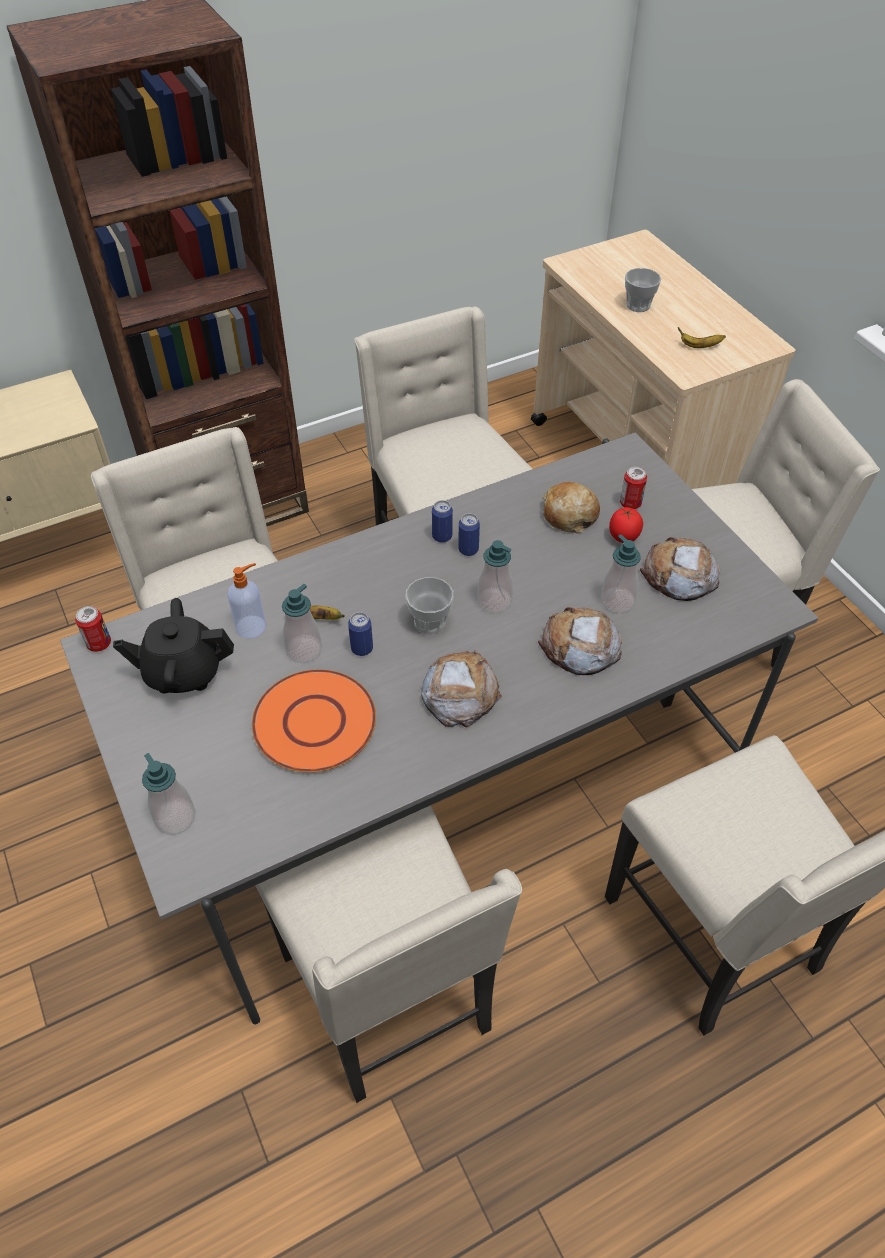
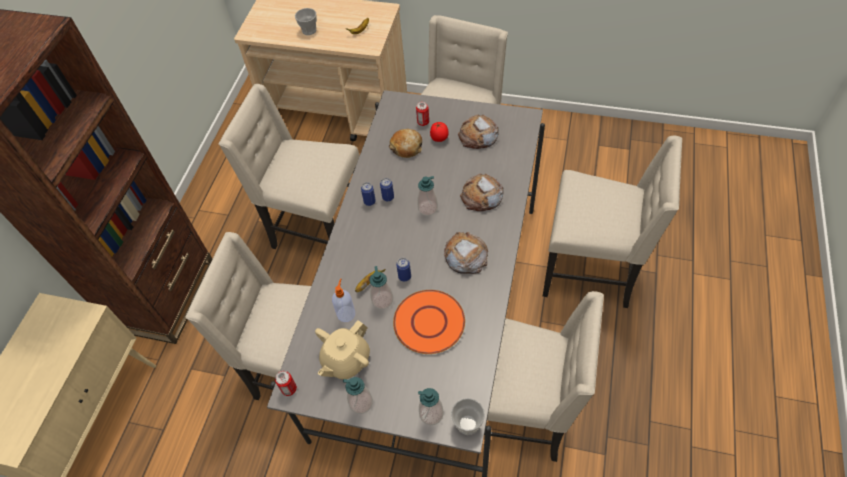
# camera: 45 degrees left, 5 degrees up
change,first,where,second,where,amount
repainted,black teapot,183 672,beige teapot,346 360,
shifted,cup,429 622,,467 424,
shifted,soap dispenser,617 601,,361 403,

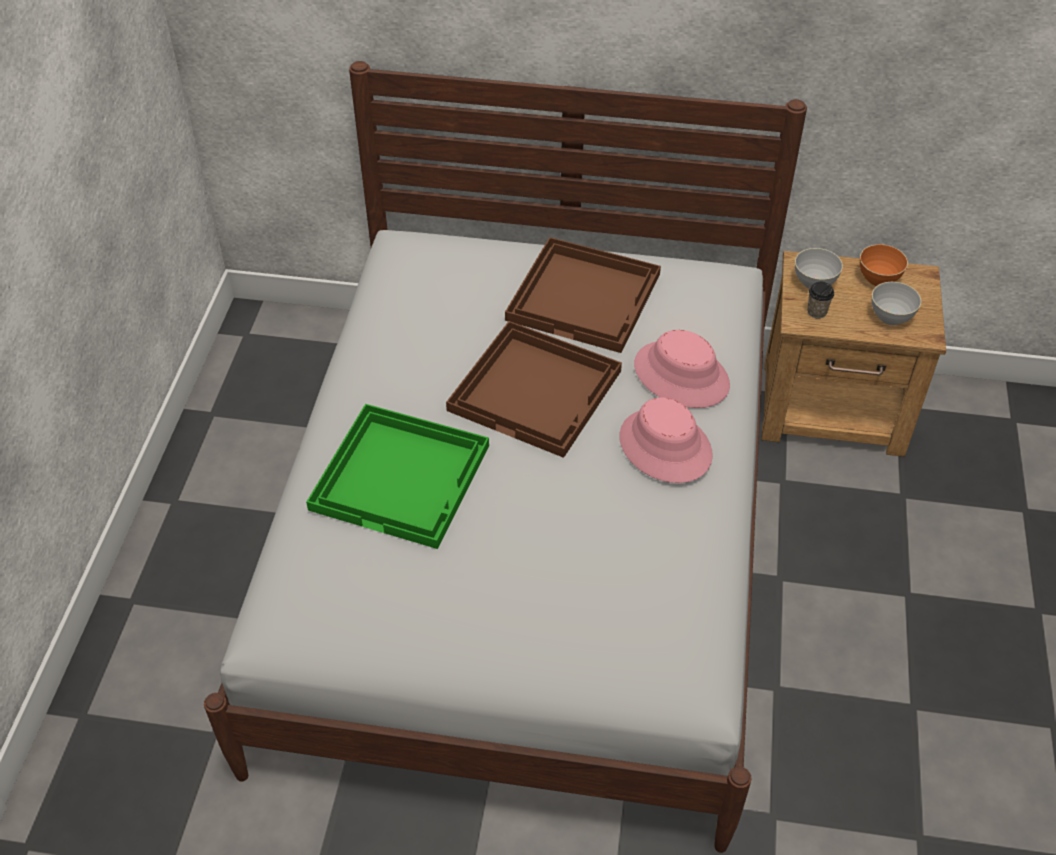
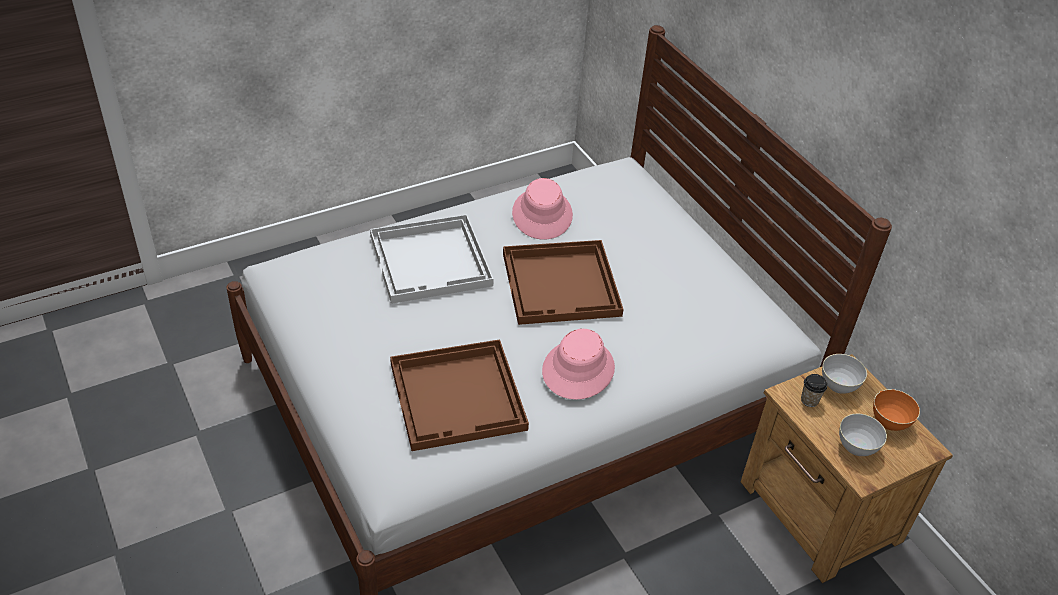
# camera: 50 degrees right, 5 degrees down
change,first,where,second,where,amount
repainted,green tray,402 476,white tray,432 261,
shifted,brown tray,585 296,,459 397,
shifted,pink hat,681 375,,542 214,

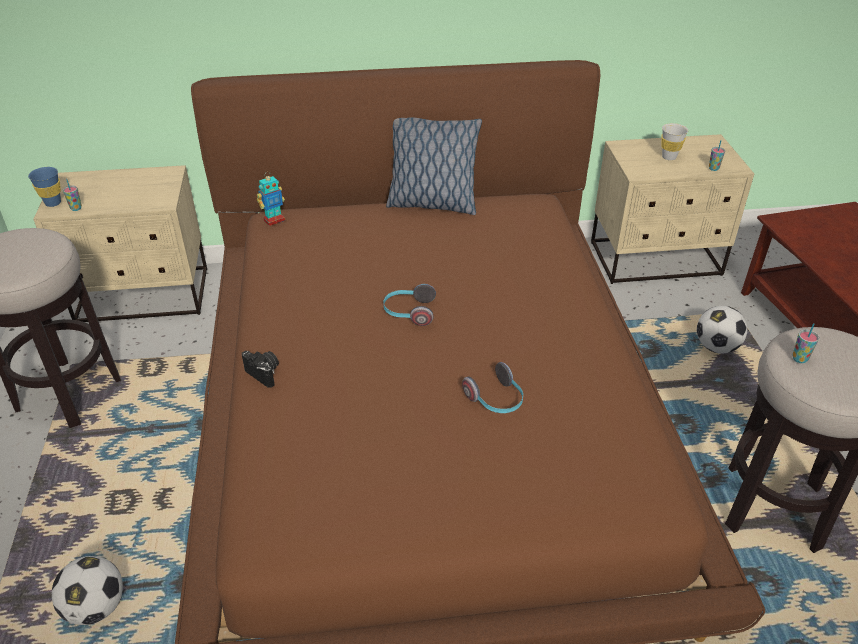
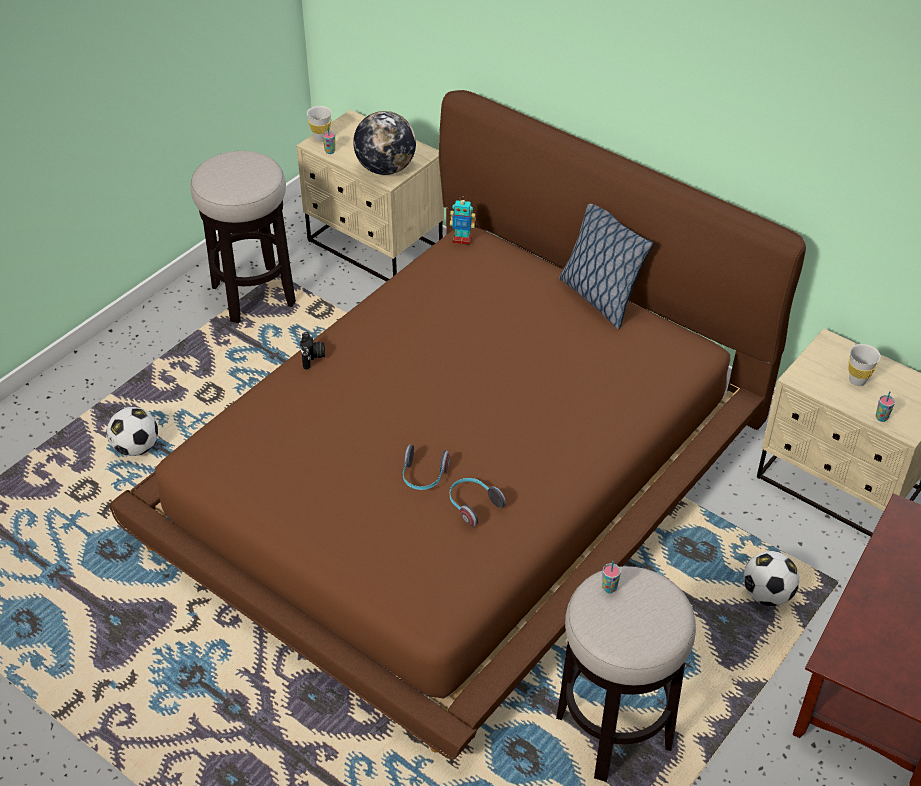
# camera: 45 degrees right, 5 degrees up
change,first,where,second,where,amount
repainted,blue cup,53 203,white cup,321 138,
shifted,headphones,409 312,,473 505,
new,,,globe,385 168,

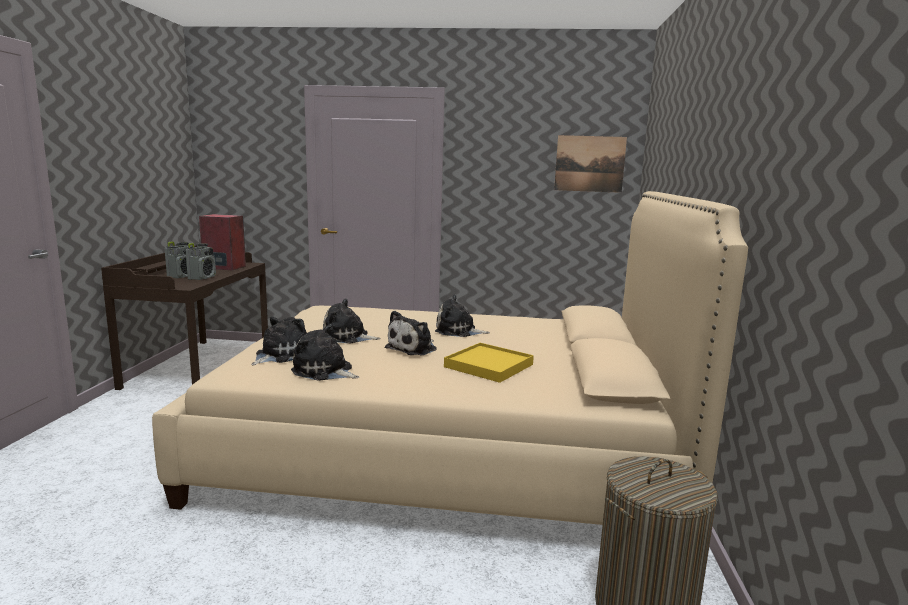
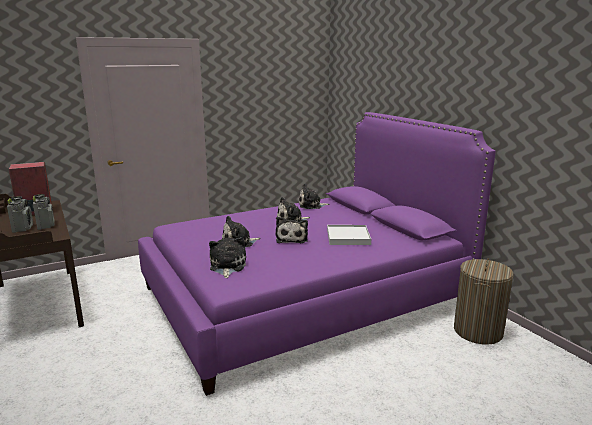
# camera: 35 degrees left, 5 degrees up
change,first,where,second,where,amount
repainted,beige bed,445 445,purple bed,303 296,
shifted,plush toy,324 371,,311 205,
repainted,yellow tray,488 365,white tray,348 237,
gone,picture,589 164,,,

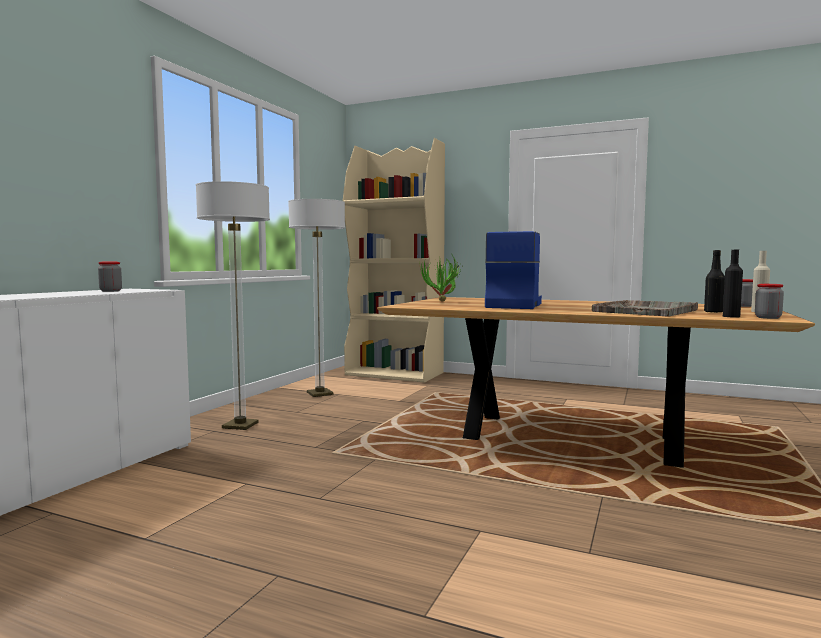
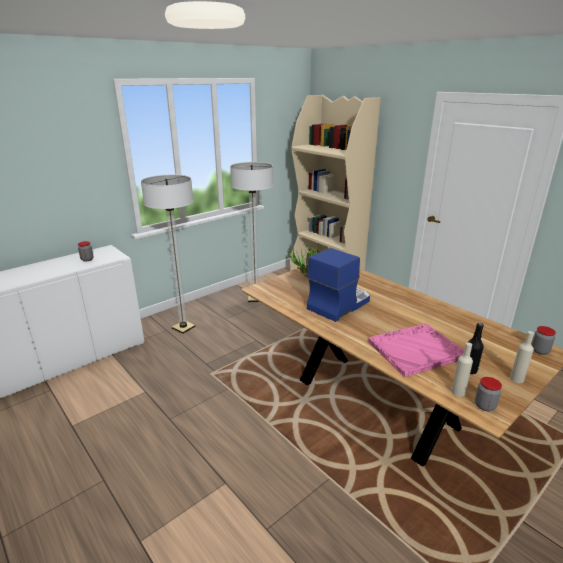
# camera: 25 degrees right, 20 degrees up
change,first,where,second,where,amount
repainted,grey tray,646 311,pink tray,416 350,
repainted,black bottle,731 316,beige bottle,458 392,

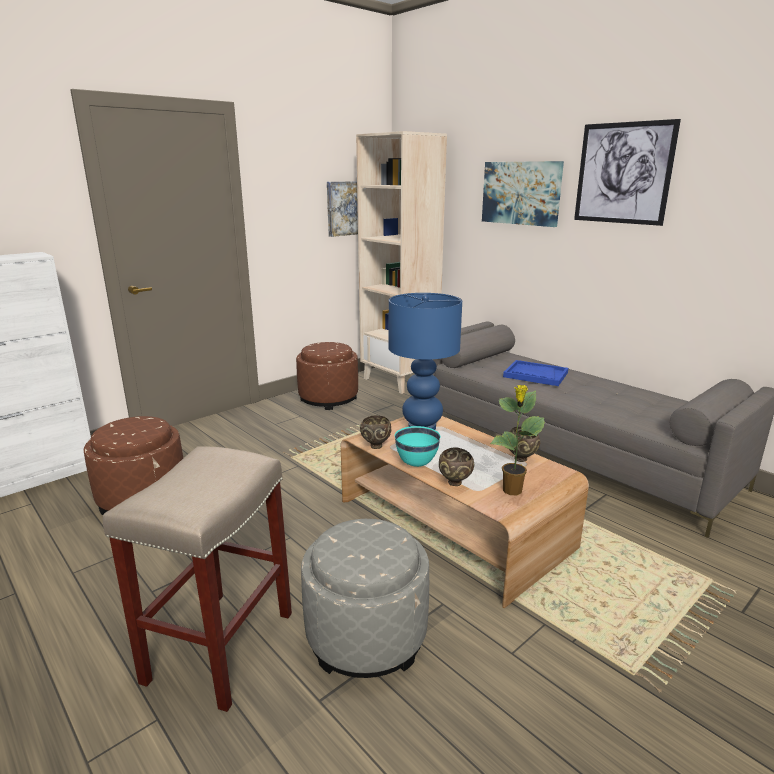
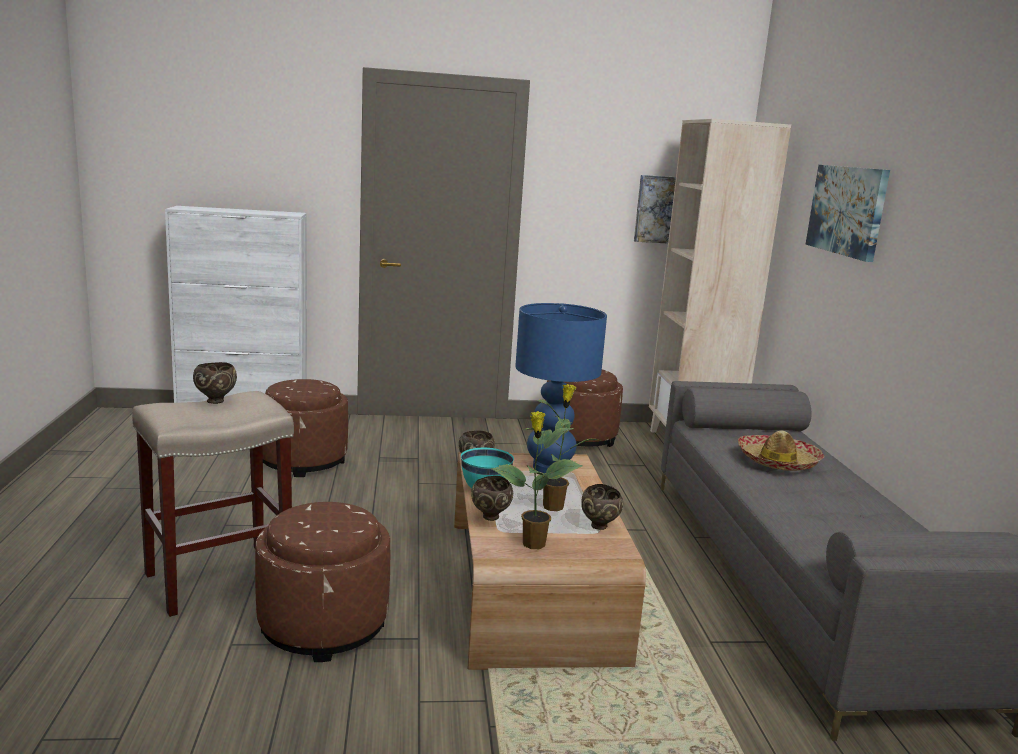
# camera: 35 degrees right, 5 degrees down
change,first,where,second,where,amount
repainted,grey ottoman,366 635,brown ottoman,323 625,
swapped,blue tray,535 375,hat,778 461,
gone,picture,623 173,,,
new,,,brown bowl,216 401,
new,,,potted plant,554 506,

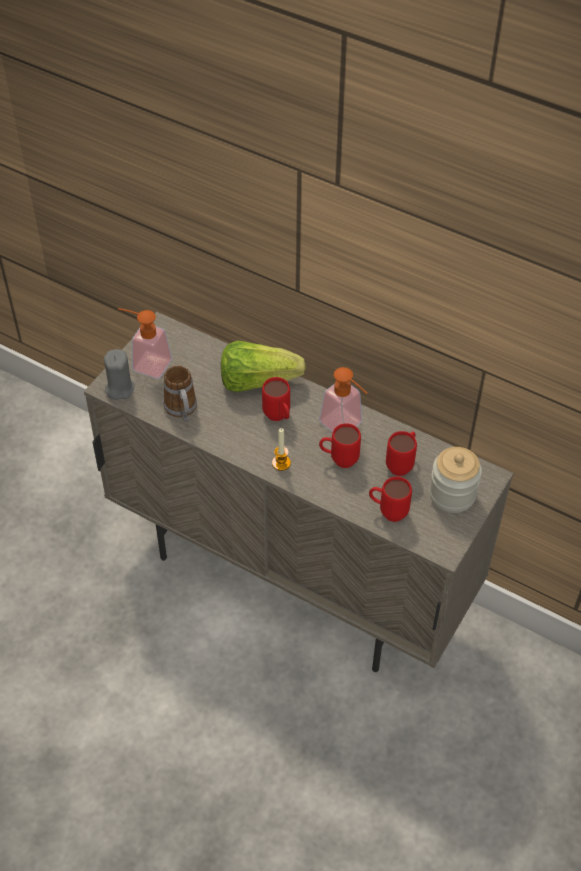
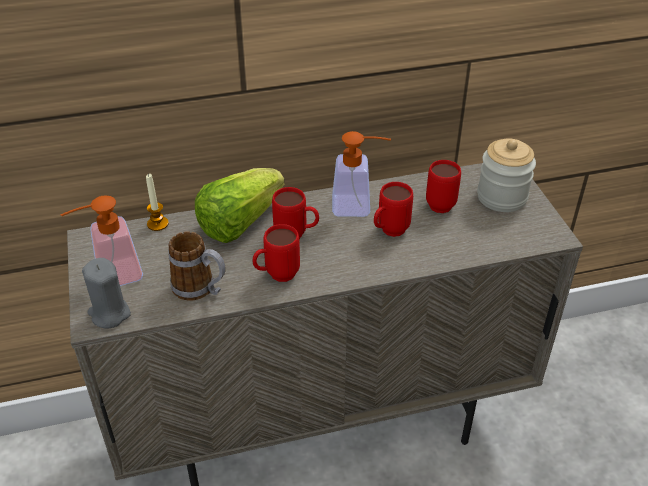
# camera: 45 degrees left, 10 degrees down
change,first,where,second,where,amount
shifted,candle,281 463,,157 224,
shifted,red mug,388 512,,276 276,

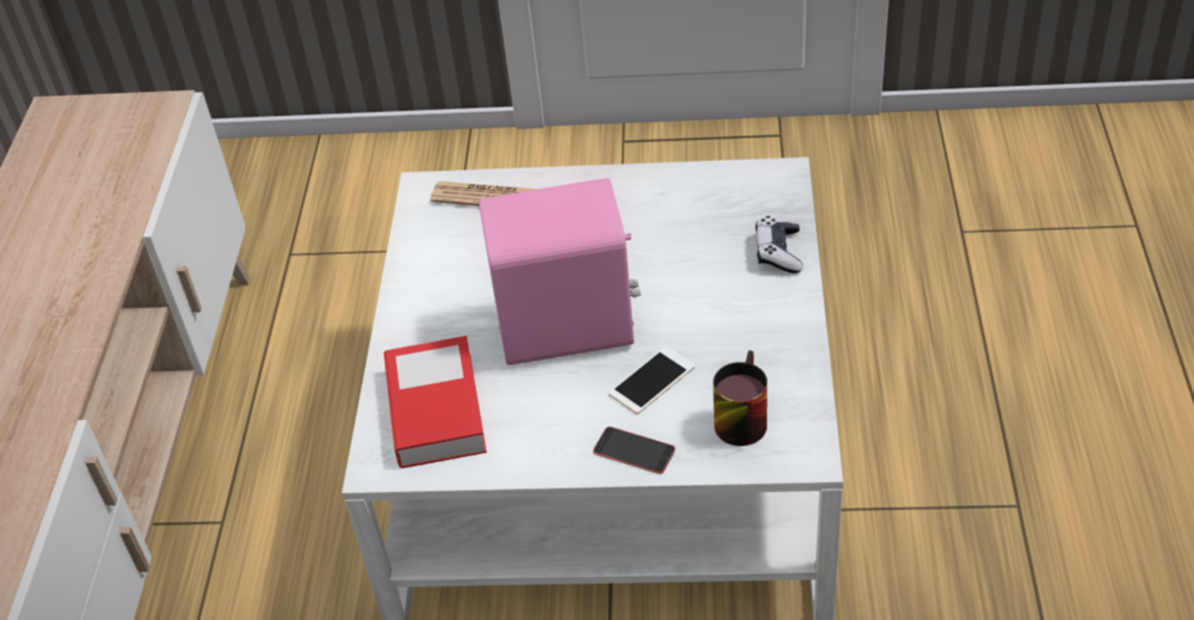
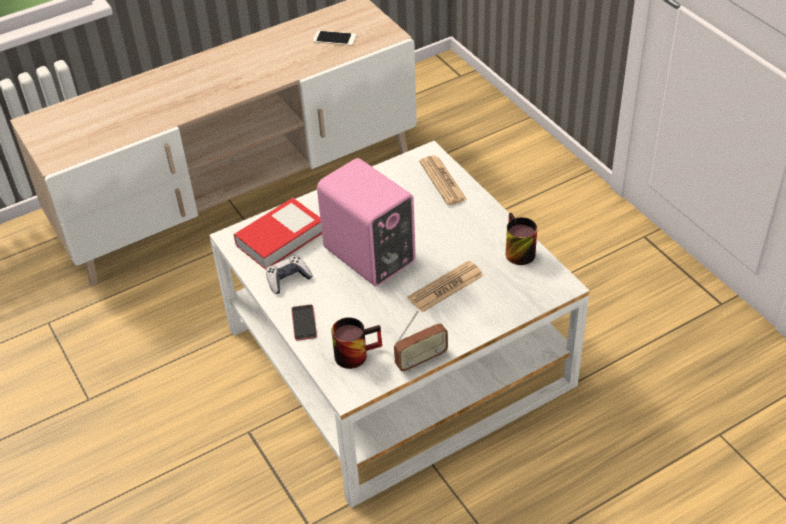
# camera: 55 degrees right, 0 degrees up
change,first,where,second,where,amount
shifted,phone,652 380,,334 38,
shifted,game controller,778 252,,288 279,
new,,,radio,421 360,
new,,,newspaper,445 287,
new,,,mug,515 251,

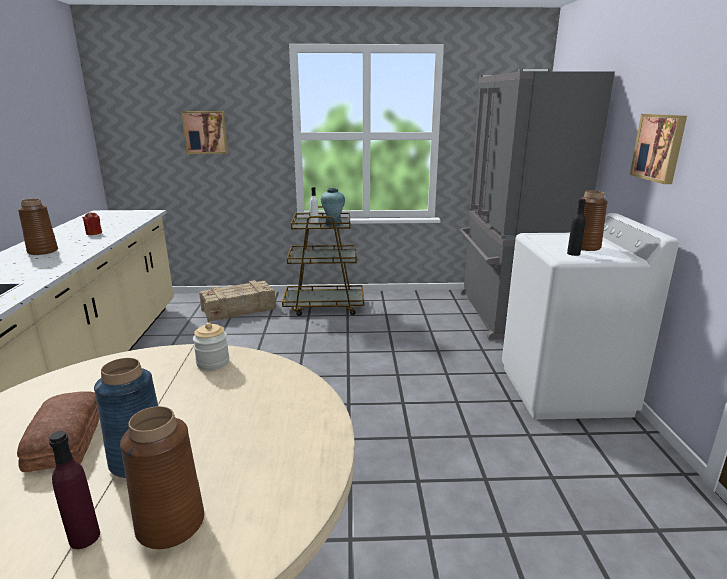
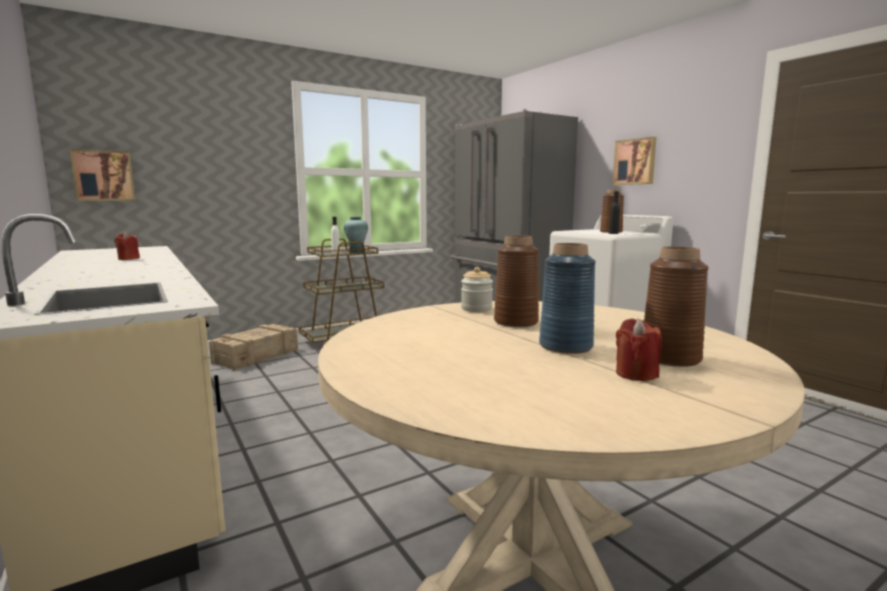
# camera: 30 degrees left, 10 degrees down
change,first,where,second,where,amount
gone,bread,68 438,,,
shifted,brown vase,43 251,,515 322,
swapped,purple bottle,84 537,red candle,636 374,
shifted,picture,205 132,,103 176,

